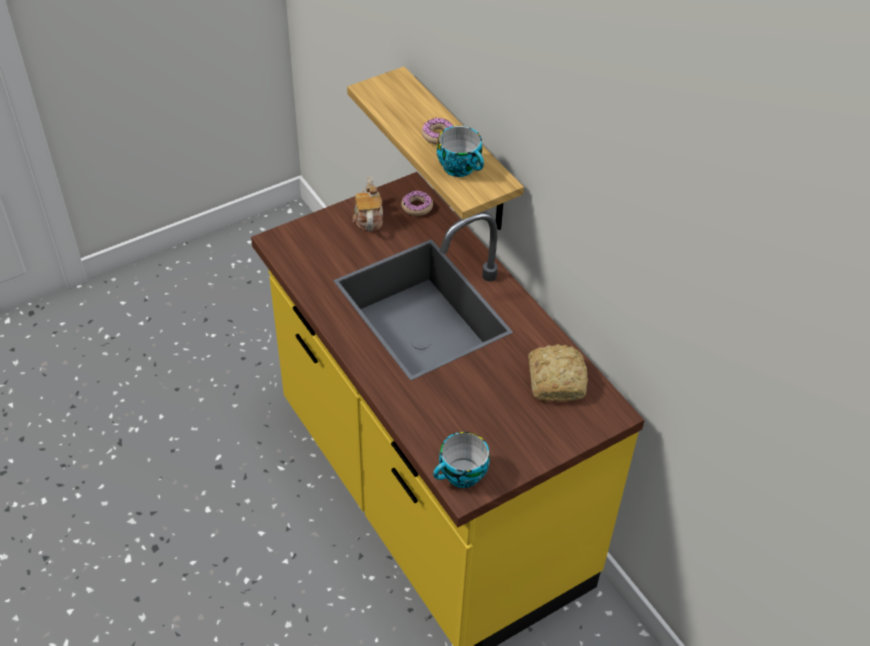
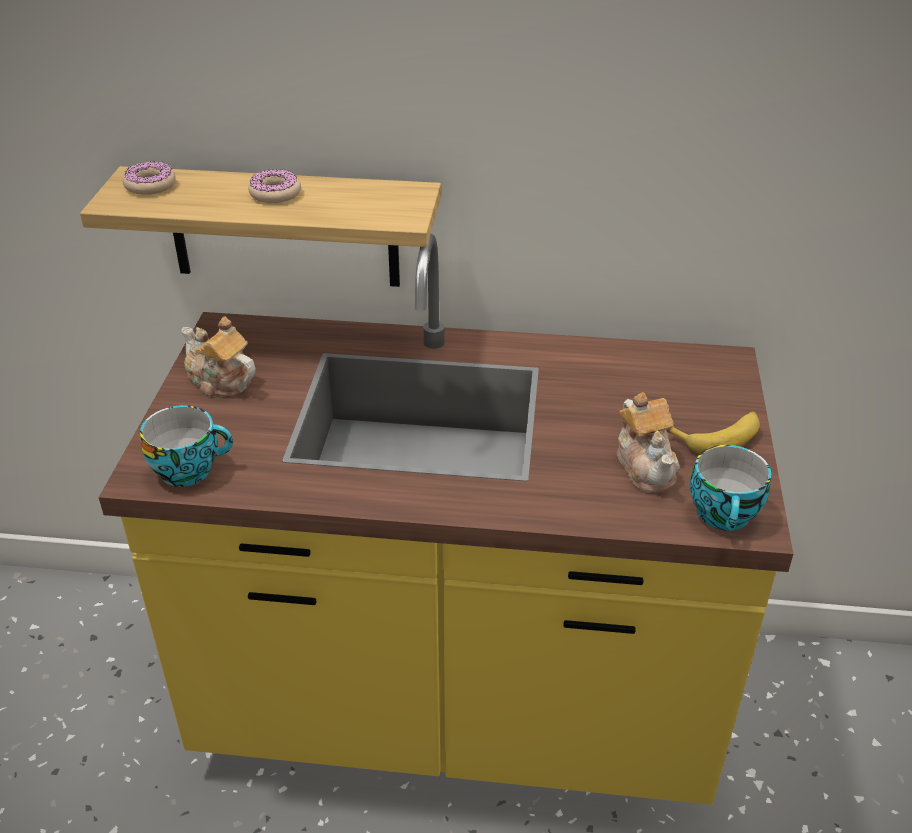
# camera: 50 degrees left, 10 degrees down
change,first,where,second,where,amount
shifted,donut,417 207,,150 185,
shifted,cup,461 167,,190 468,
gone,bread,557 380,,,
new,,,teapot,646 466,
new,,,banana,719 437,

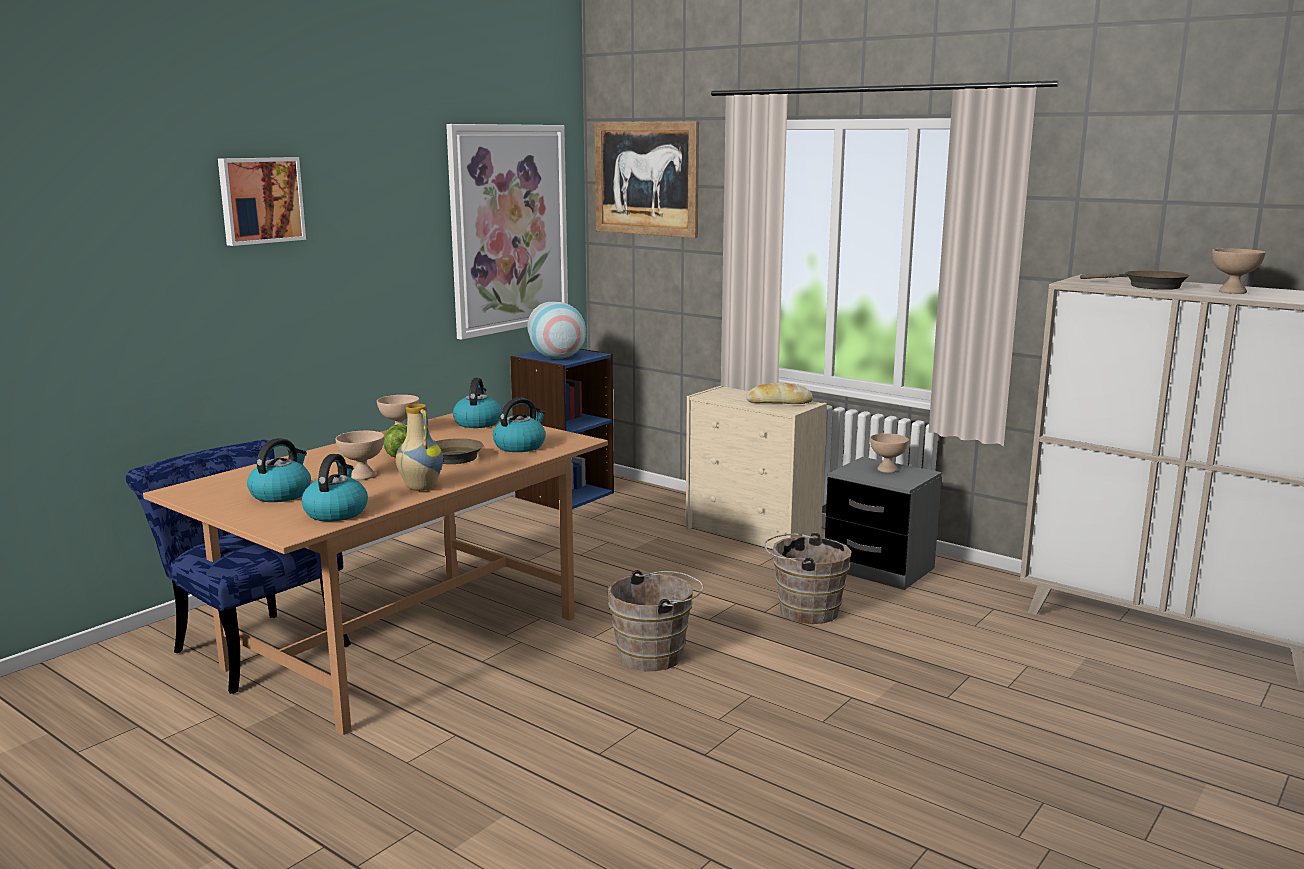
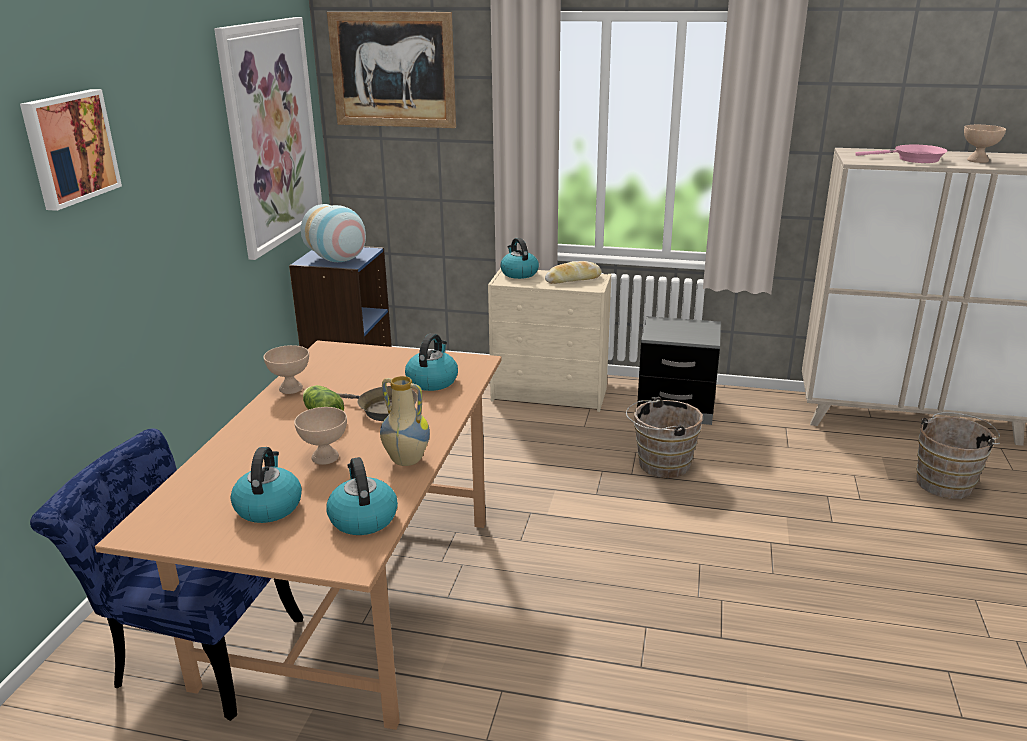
# camera: 25 degrees left, 10 degrees up
change,first,where,second,where,amount
shifted,kettle,477 423,,519 273,
shifted,brown bucket,656 655,,946 482,
gone,beige bowl,886 469,,,
repainted,brown frying pan,1148 286,pink frying pan,913 159,

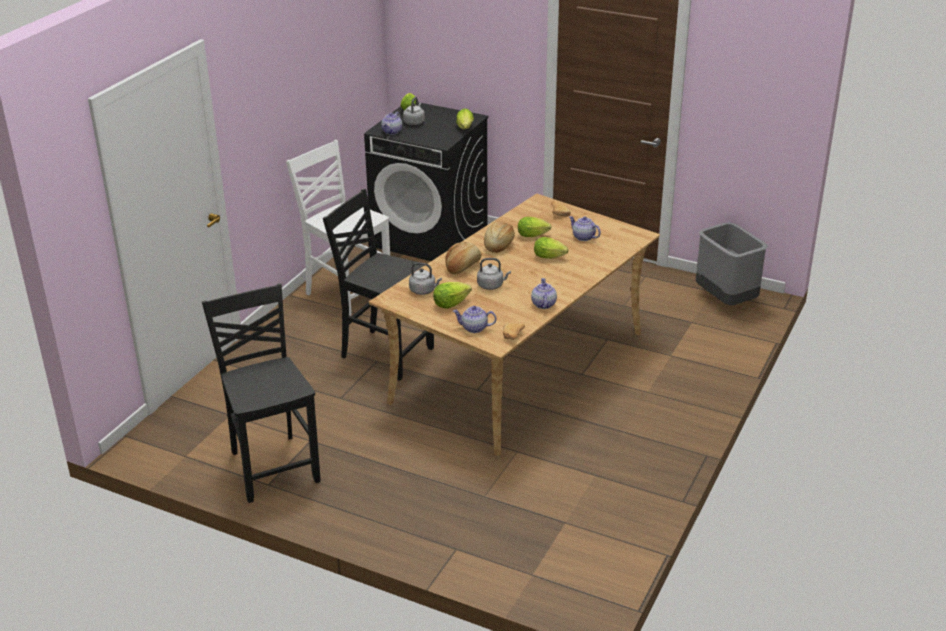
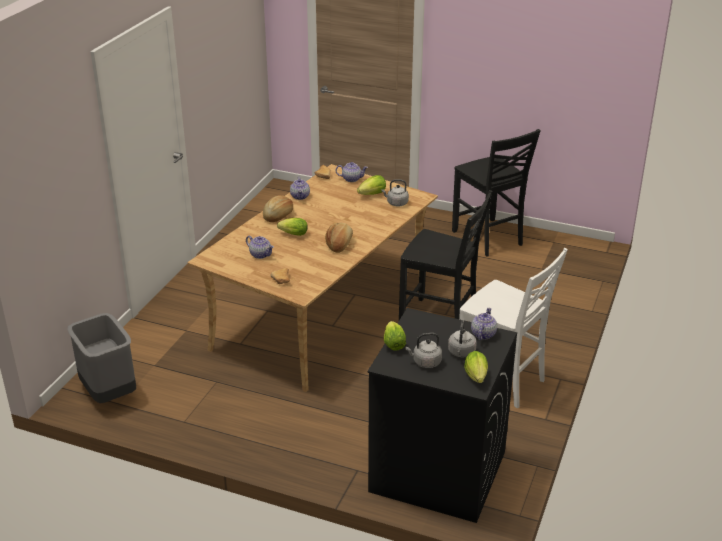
# camera: 175 degrees right, 0 degrees up
change,first,where,second,where,amount
shifted,bread,463 266,,278 215,
shifted,grey kettle,491 285,,425 362,
gone,lettuce,534 235,,,

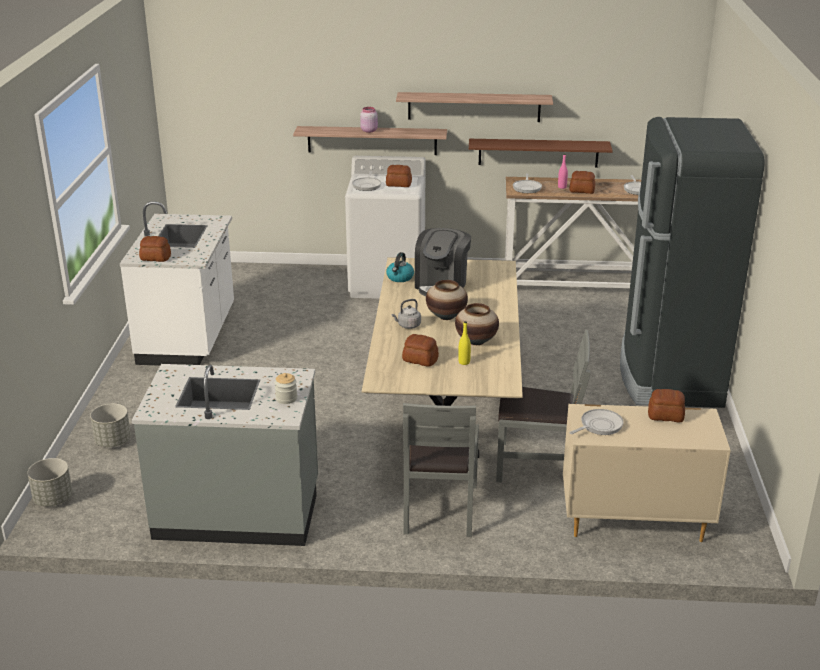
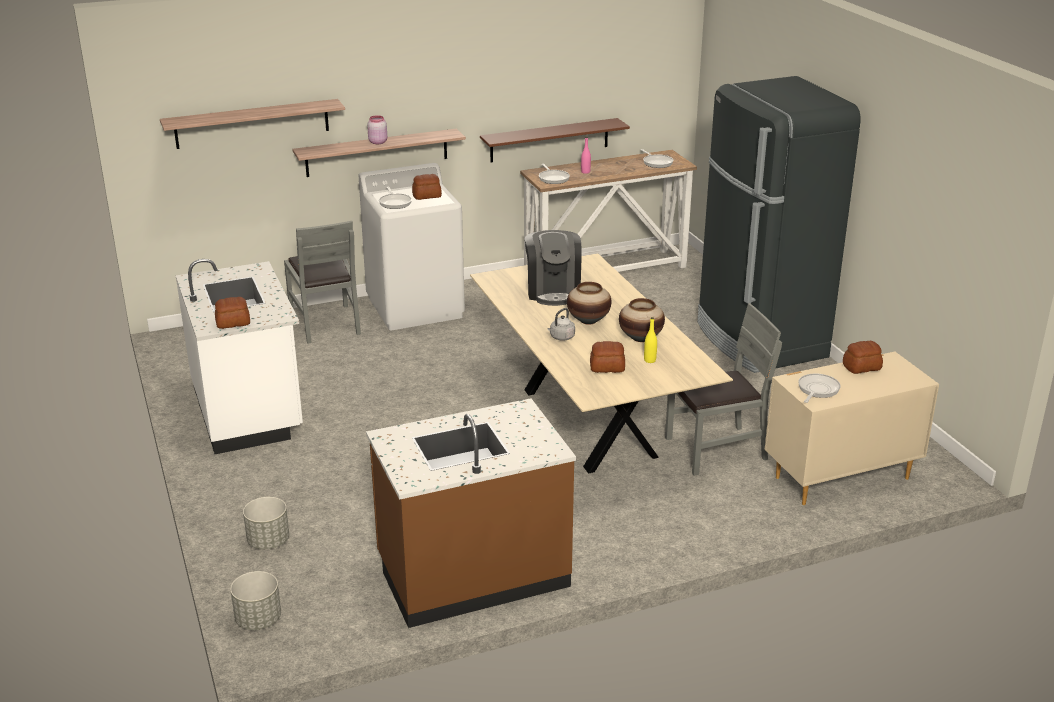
# camera: 25 degrees left, 0 degrees up
change,first,where,second,where,amount
repainted,grey counter,238 511,brown counter,472 573,
gone,jar,286 398,,,
gone,kettle,400 278,,,
shifted,shelf,474 107,,252 124,
shifted,grey chair,439 508,,326 323,
gone,bread,582 190,,,

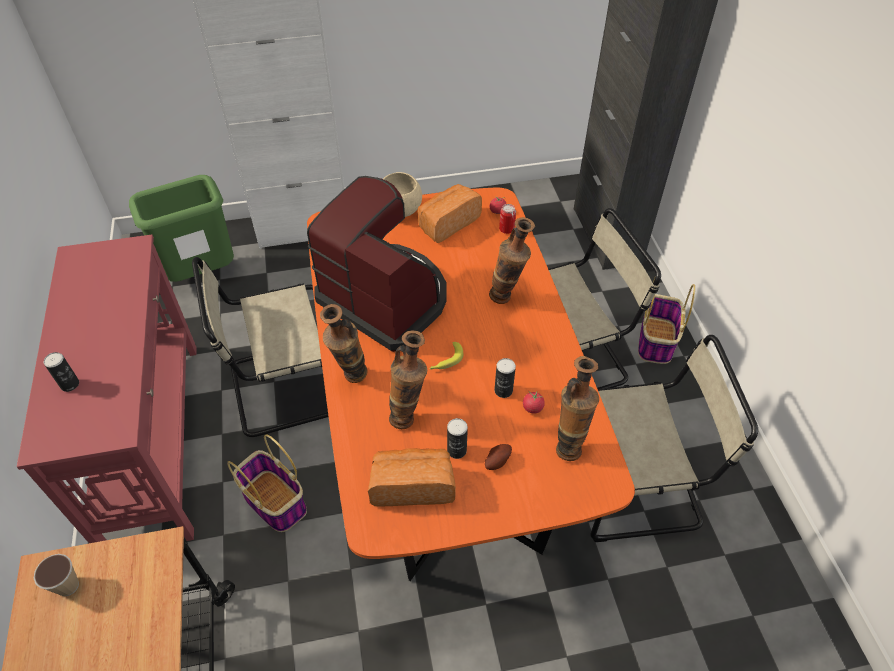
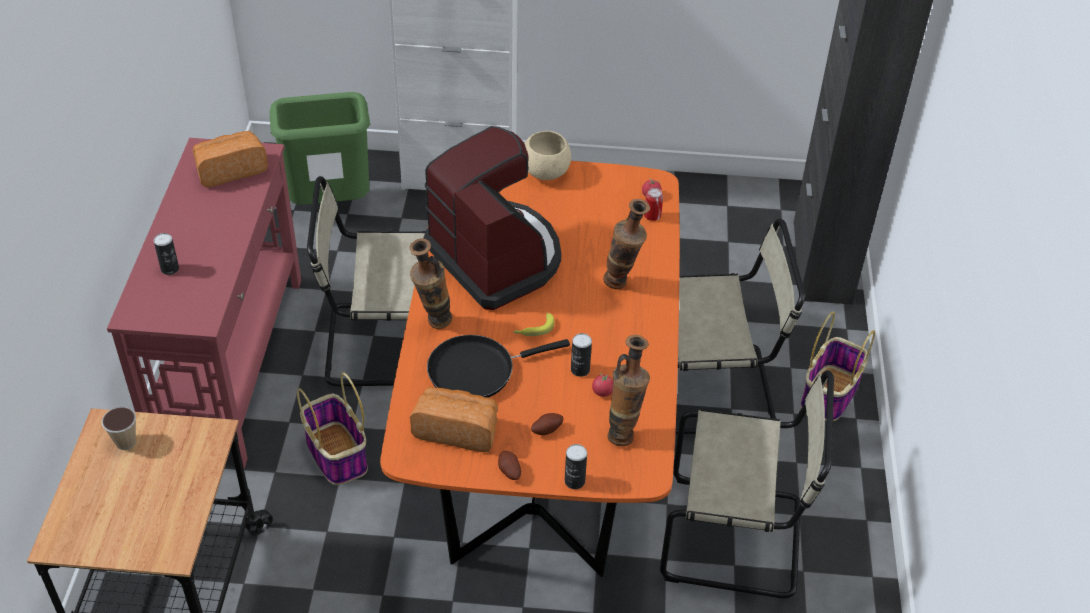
# camera: 15 degrees right, 5 degrees down
change,first,where,second,where,amount
swapped,vase,409 416,black frying pan,477 370,
shifted,bread,447 223,,230 170,
shifted,can,456 450,,574 481,
new,,,potato,509 472,

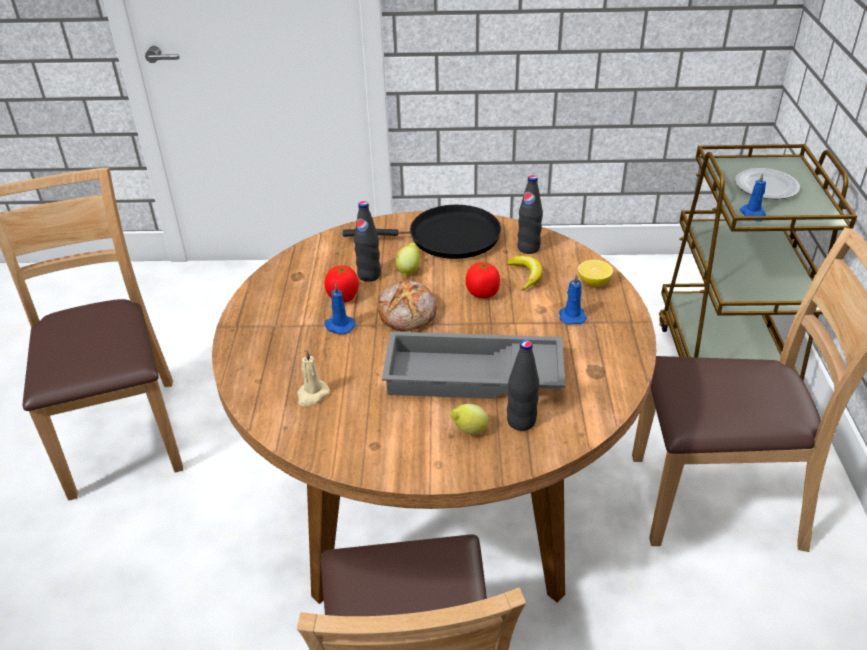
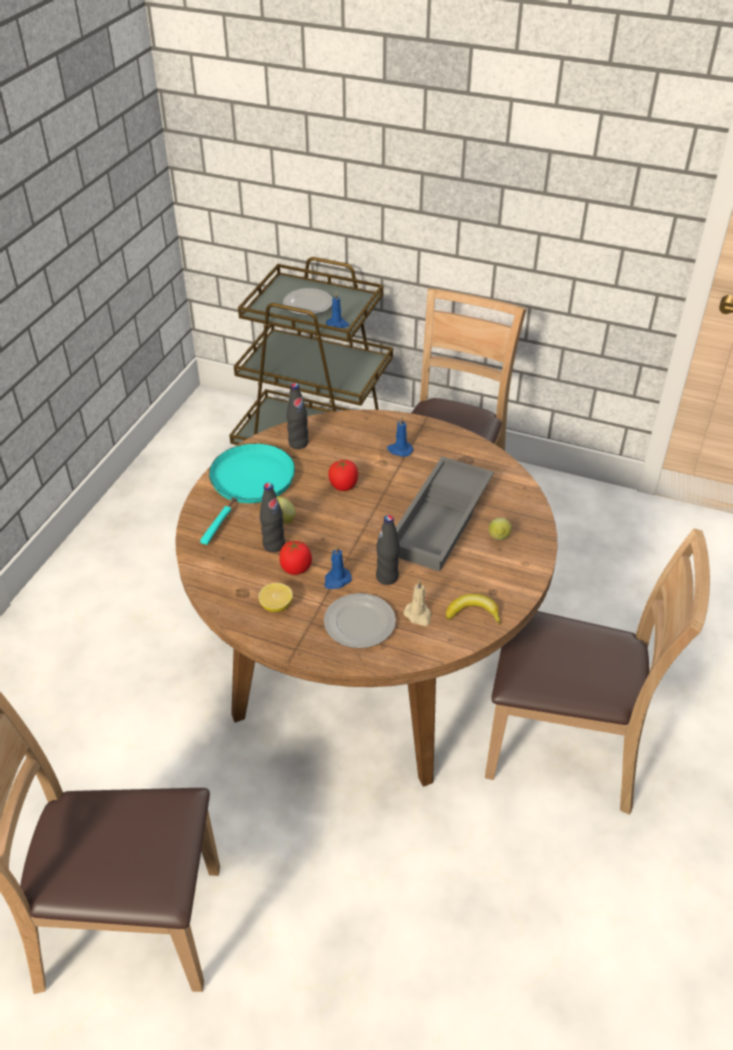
# camera: 70 degrees left, 5 degrees up
change,first,where,second,where,amount
repainted,black frying pan,447 238,turquoise frying pan,250 483,
gone,bread,408 313,,,
shifted,banana,525 276,,473 613,
shifted,black bottle,521 421,,387 577,
shifted,lemon,593 282,,276 606,
new,,,plate,358 623,

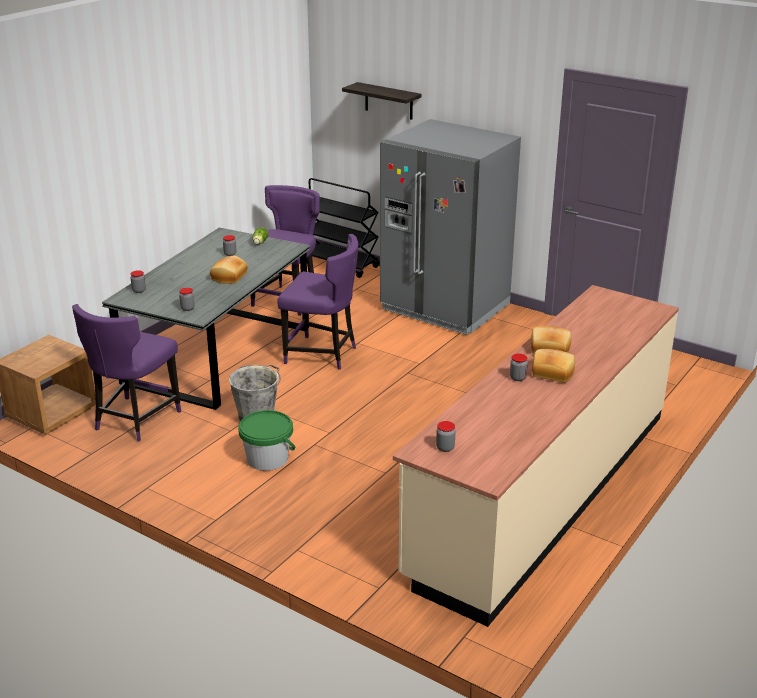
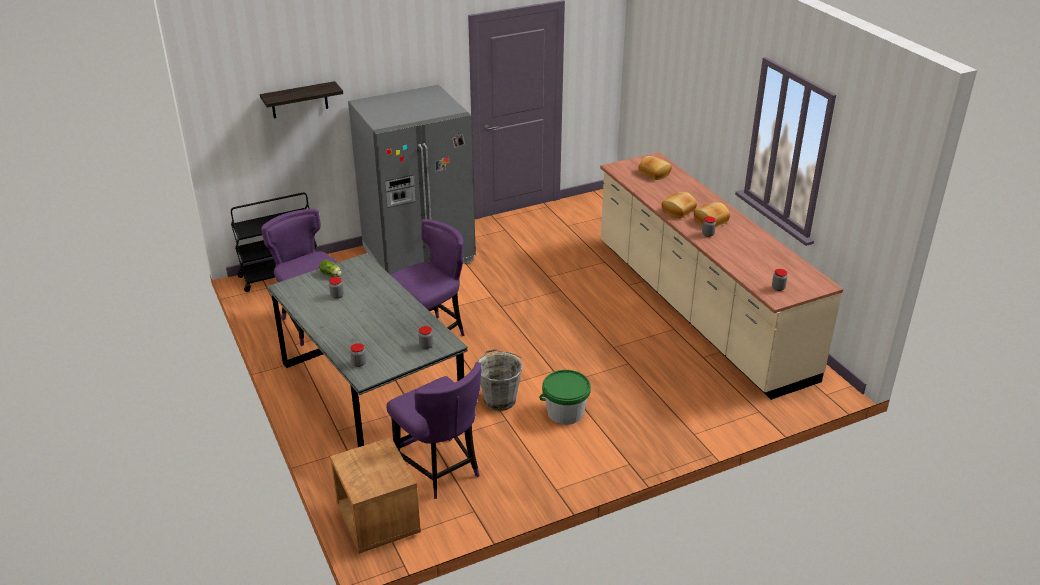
# camera: 60 degrees left, 5 degrees up
change,first,where,second,where,amount
shifted,bread,230 277,,655 173,

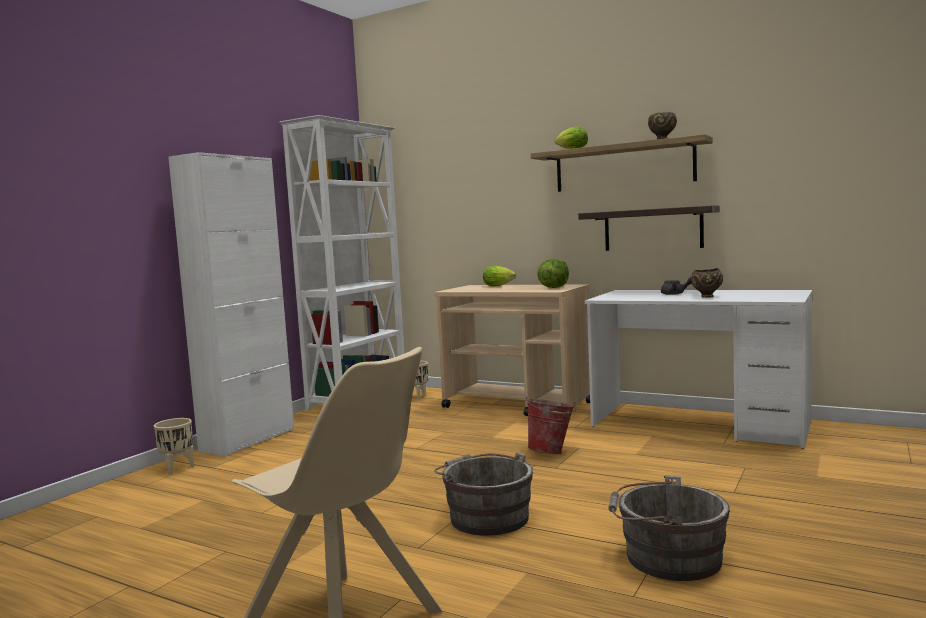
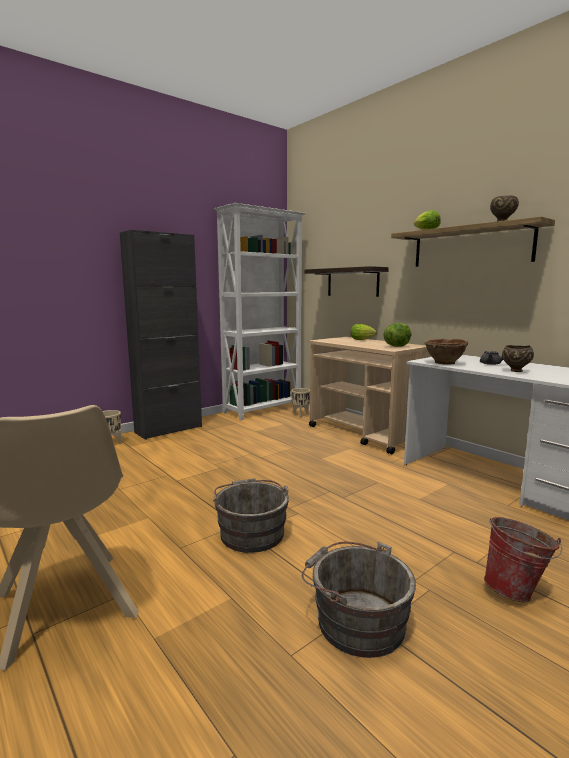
# camera: 20 degrees right, 5 degrees up
change,first,where,second,where,amount
repainted,white cabinet,248 440,black cabinet,168 429,
shifted,bucket,552 452,,517 591,
shifted,shelf,652 229,,352 282,
new,,,brown bowl,444 363,

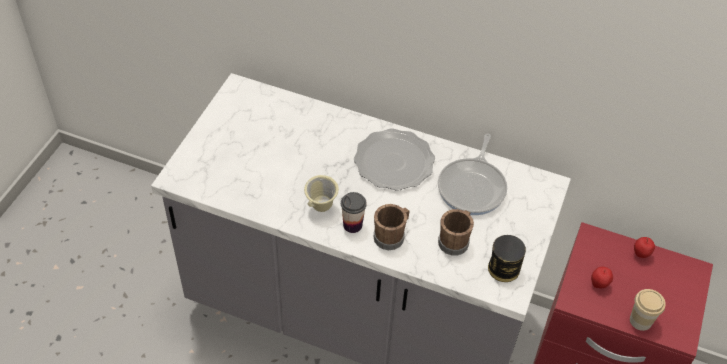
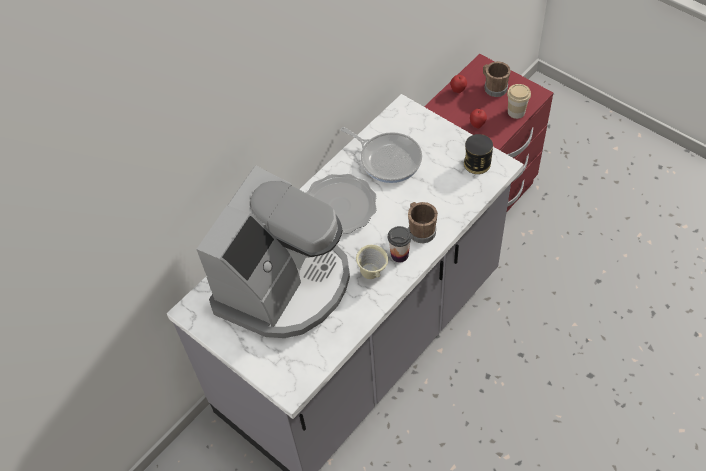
# camera: 65 degrees left, 5 degrees up
change,first,where,second,where,amount
shifted,brown mug,455 240,,493 87,
new,,,coffee machine,284 285,

